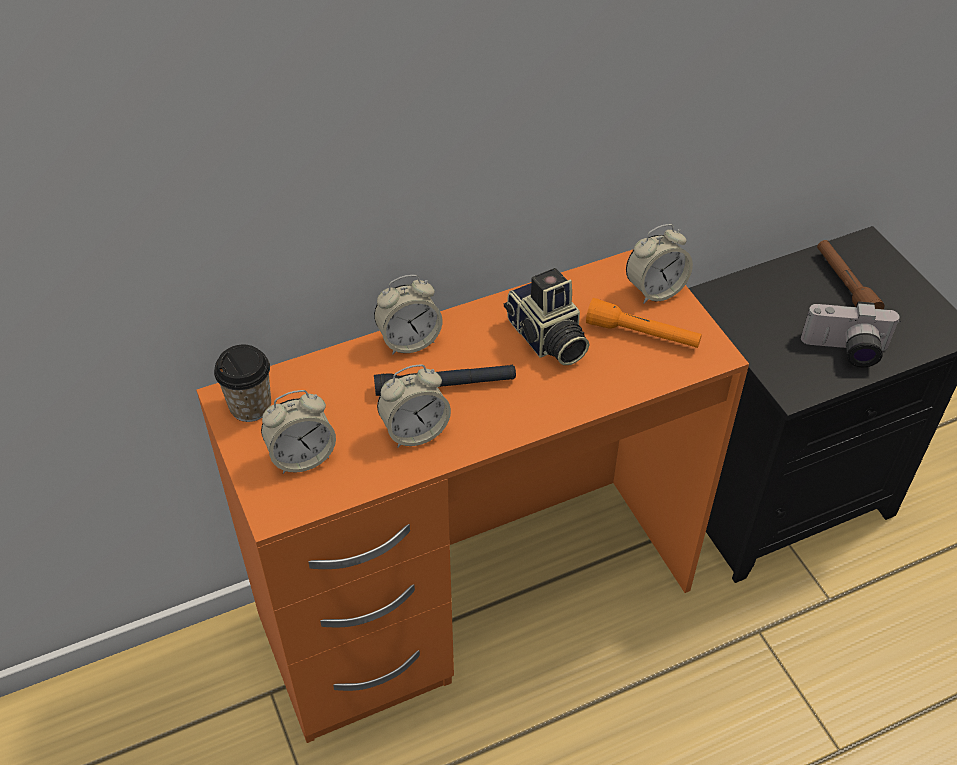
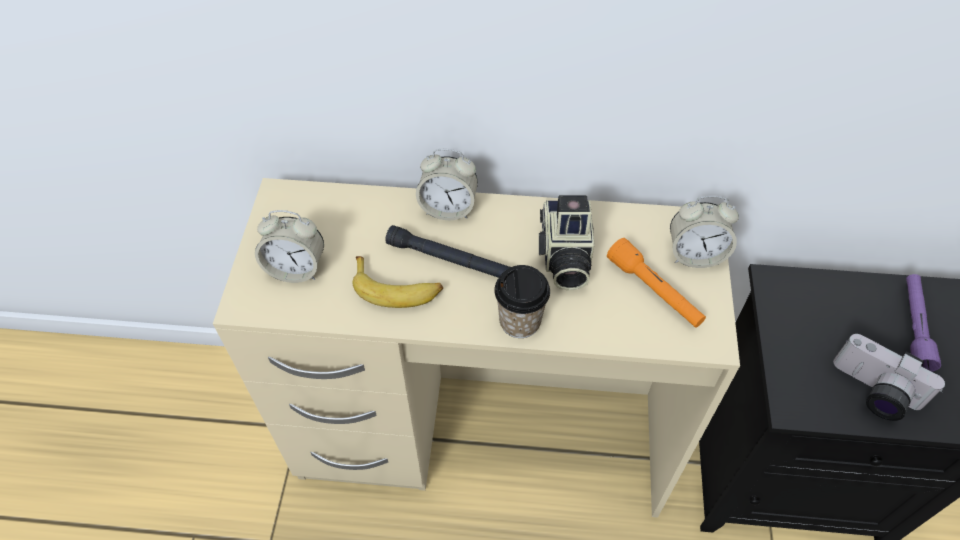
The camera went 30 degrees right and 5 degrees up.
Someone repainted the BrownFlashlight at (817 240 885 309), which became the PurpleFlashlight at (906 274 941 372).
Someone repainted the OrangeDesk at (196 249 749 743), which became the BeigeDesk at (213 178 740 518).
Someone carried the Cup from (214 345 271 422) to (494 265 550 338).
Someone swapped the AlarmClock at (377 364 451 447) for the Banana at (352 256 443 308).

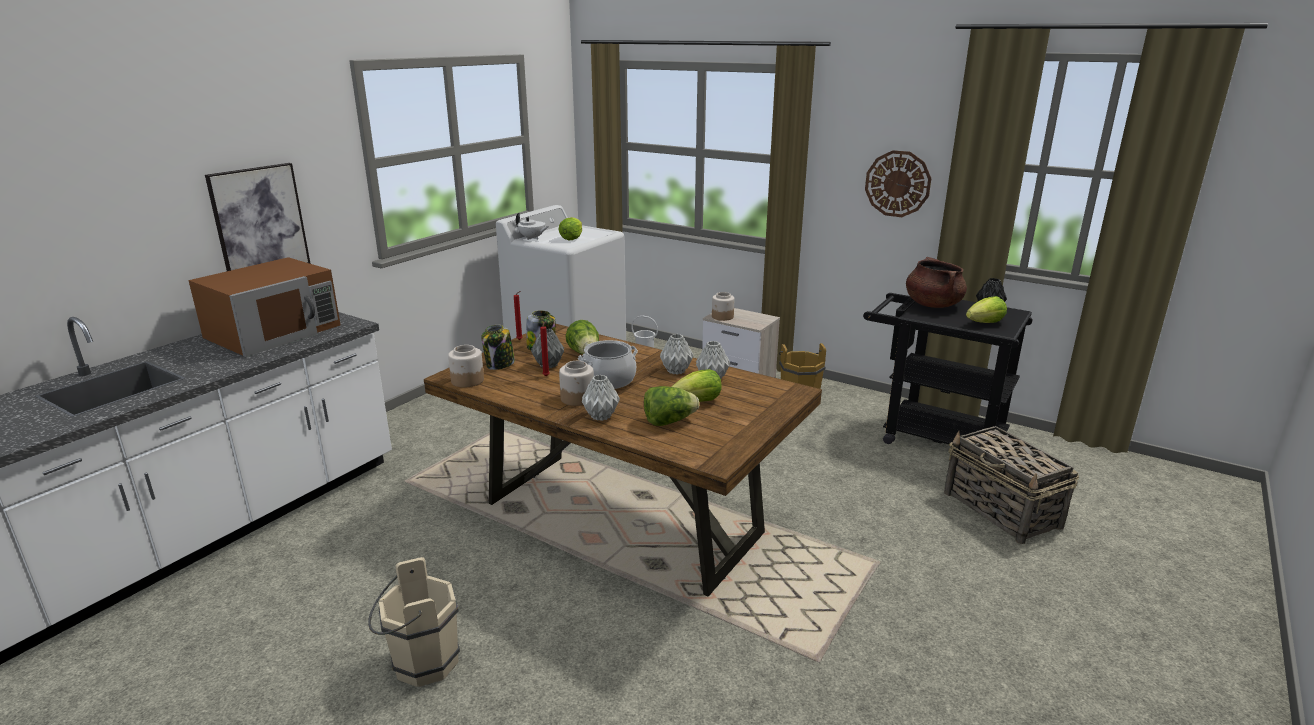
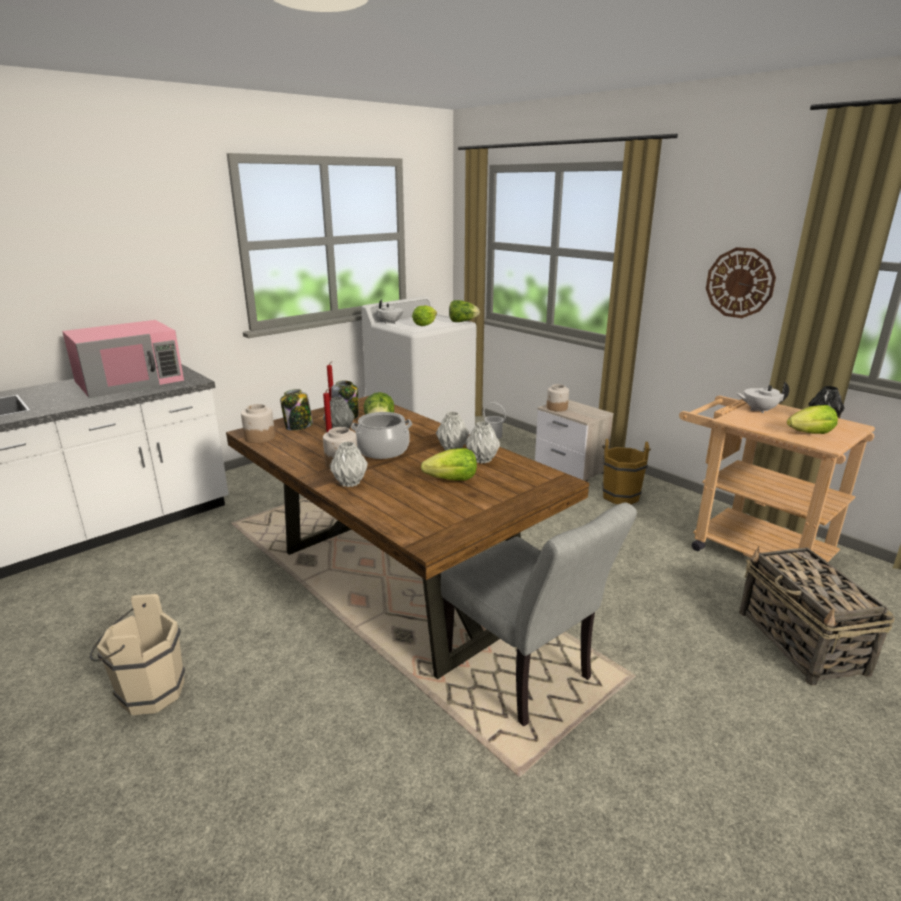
The camera went 15 degrees right and 0 degrees up.
Someone took away the Picture at (205 163 310 271).
Someone repainted the BrownMicrowave at (188 257 341 357), which became the PinkMicrowave at (62 320 184 398).
Someone swapped the BrownCookingPot at (906 257 967 308) for the WhiteTeapot at (736 381 789 413).
Someone repainted the BlackCart at (863 293 1032 449), which became the BeigeCart at (679 396 875 576).
Someone carried the Lettuce from (644 386 699 426) to (449 300 480 322).
Someone put down the GreyChair at (441 502 637 726).

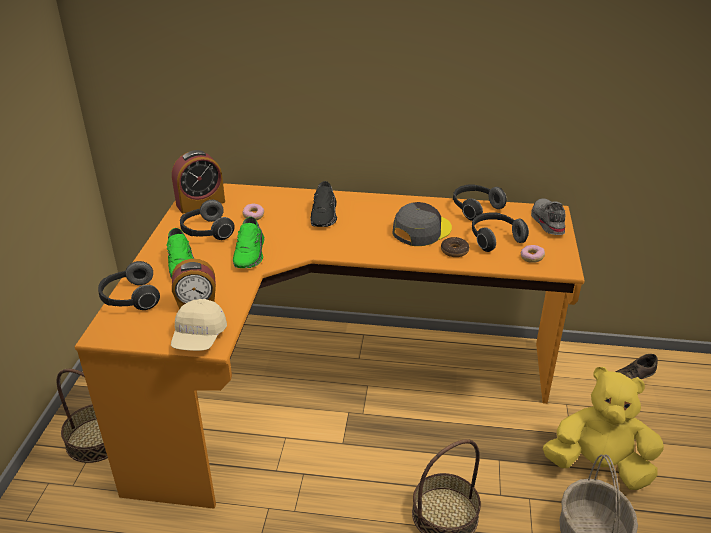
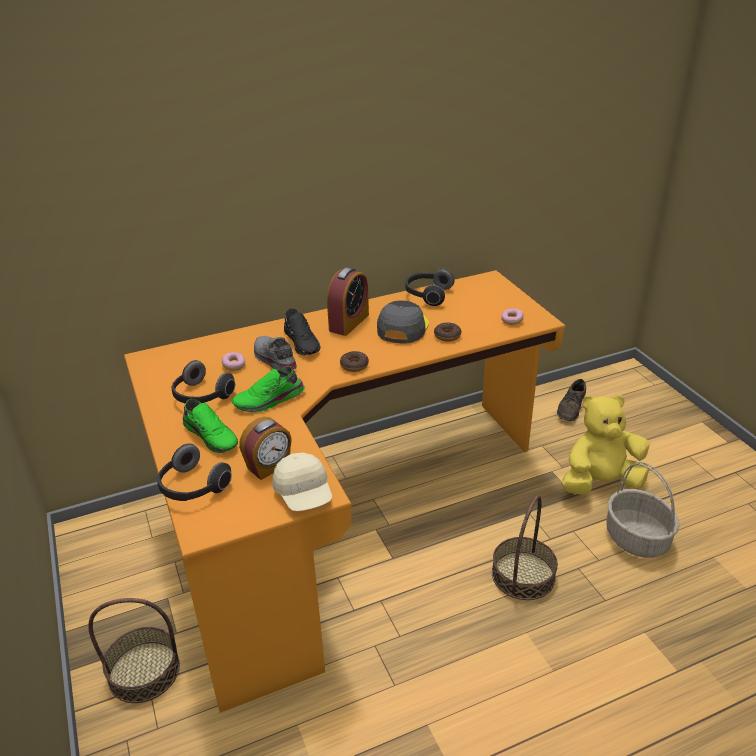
The camera went 30 degrees left and 0 degrees up.
Someone carried the AlarmClock from (172 150 225 214) to (327 267 369 336).
Someone carried the GreyShoe from (531 198 566 235) to (254 336 297 370).
Someone took away the Headphones at (472 212 529 252).
Someone rotated the GreenShoe at (233 217 264 268) by 90 degrees clockwise.
Someone put down the Donut at (340 351 369 372).

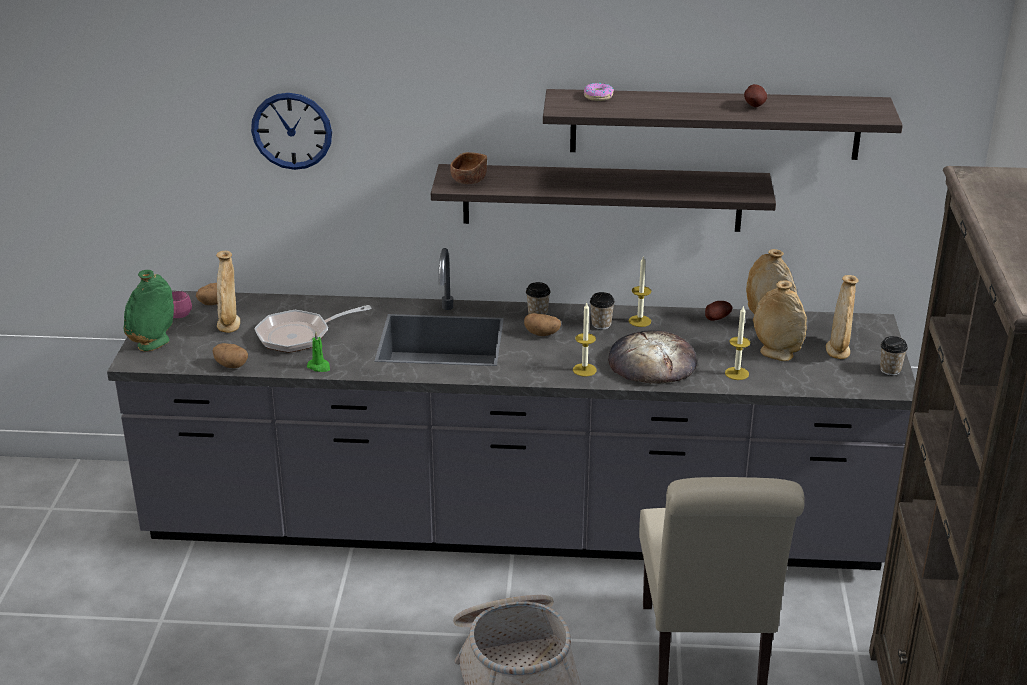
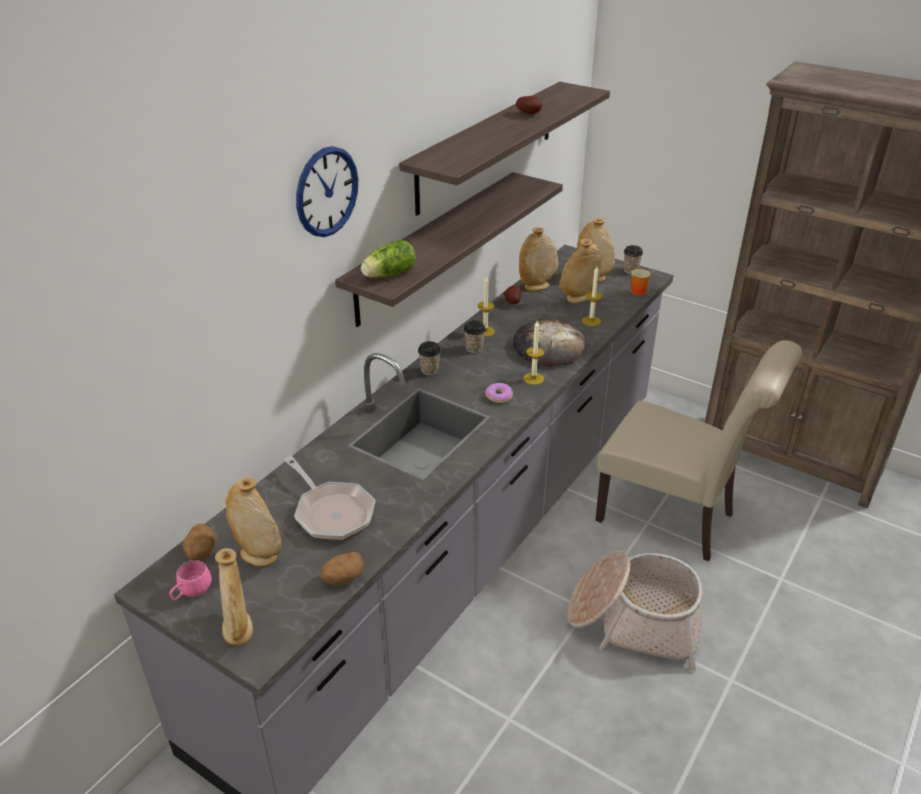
The camera went 60 degrees left and 5 degrees up.
Someone carried the Donut from (584 83 614 101) to (485 383 513 403).
Someone carried the WallClock from (251 93 332 170) to (296 146 358 237).
Someone swapped the BrownBowl at (450 152 487 184) for the Lettuce at (361 240 416 278).
Someone repainted the GreenVase at (123 270 174 352), which became the BeigeVase at (215 548 253 645).
Someone rotated the FryingPan at (254 305 372 353) by 45 degrees counterclockwise.
Someone took away the Potato at (524 313 561 336).
Someone took away the GreenCandle at (307 332 330 372).
Someone put down the Mug at (631 269 651 296).

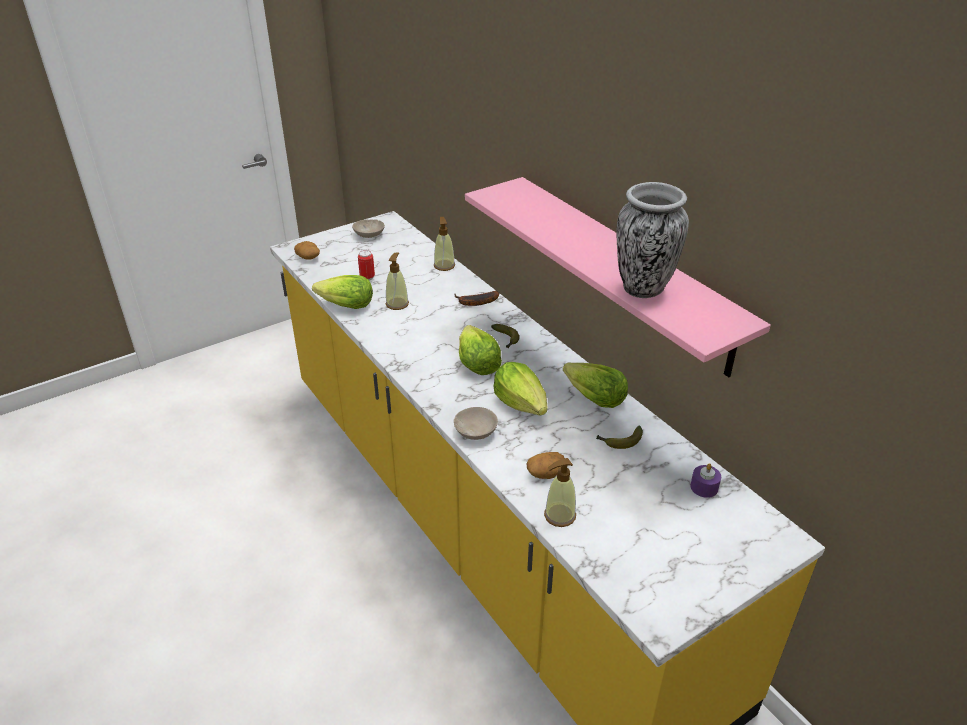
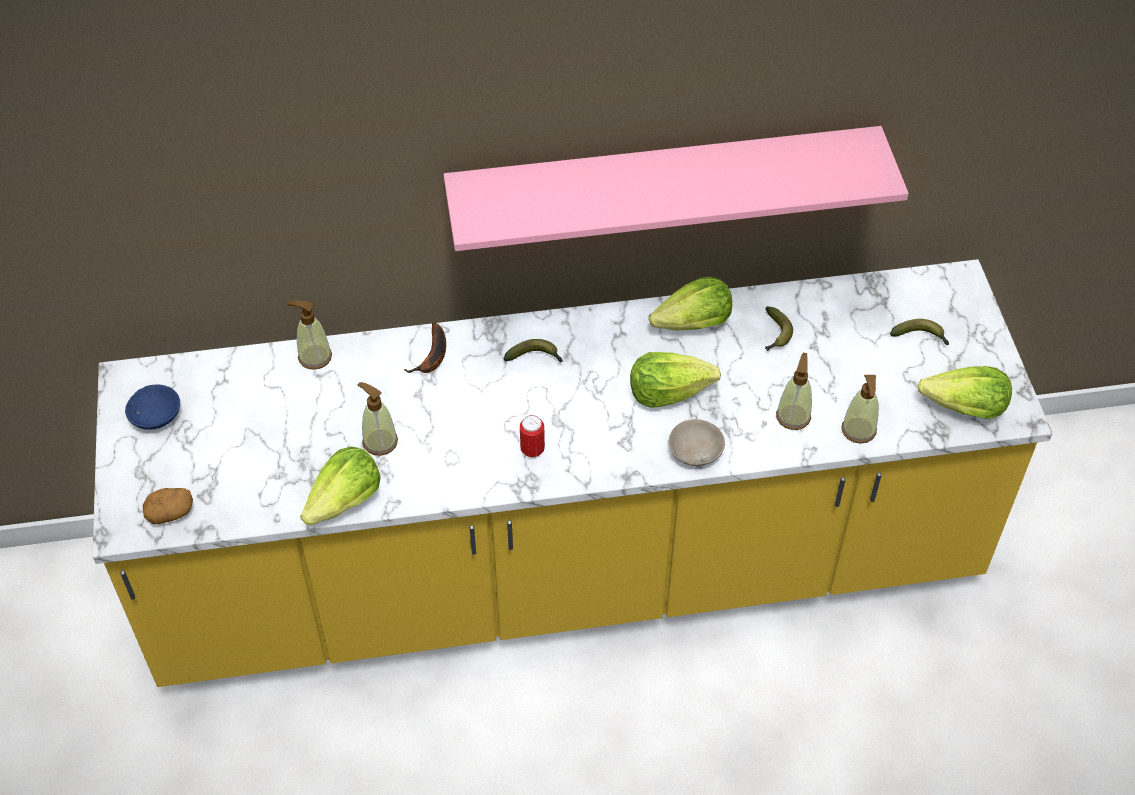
The camera went 65 degrees left and 15 degrees up.
Someone took away the Vase at (617 182 689 298).
Someone repainted the BeigeBowl at (352 219 385 238), which became the BlueBowl at (125 385 180 430).
Someone carried the Can from (358 250 375 281) to (520 415 545 458).
Someone carried the Lettuce from (459 325 502 375) to (918 366 1012 419).
Someone swapped the Potato at (527 452 564 479) for the SoapDispenser at (776 353 812 430).
Someone took away the PurpleCandle at (690 463 721 498).
Someone put down the Banana at (890 319 949 345).

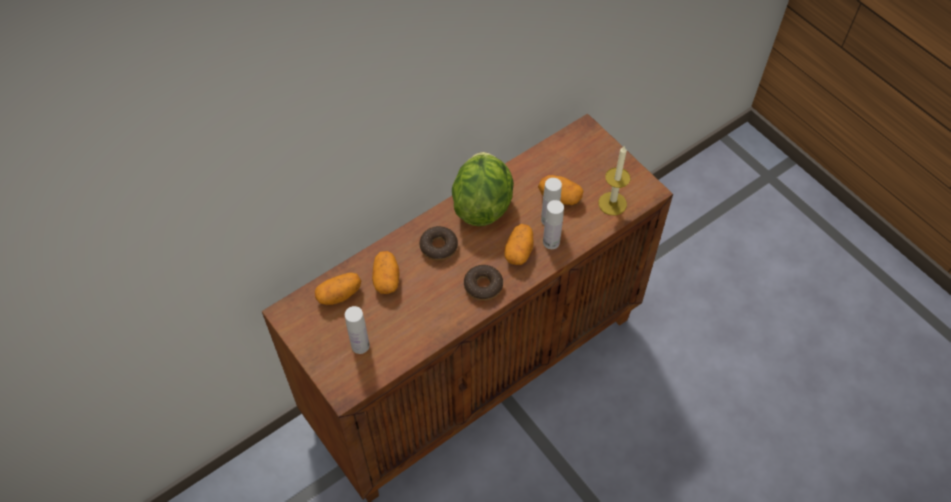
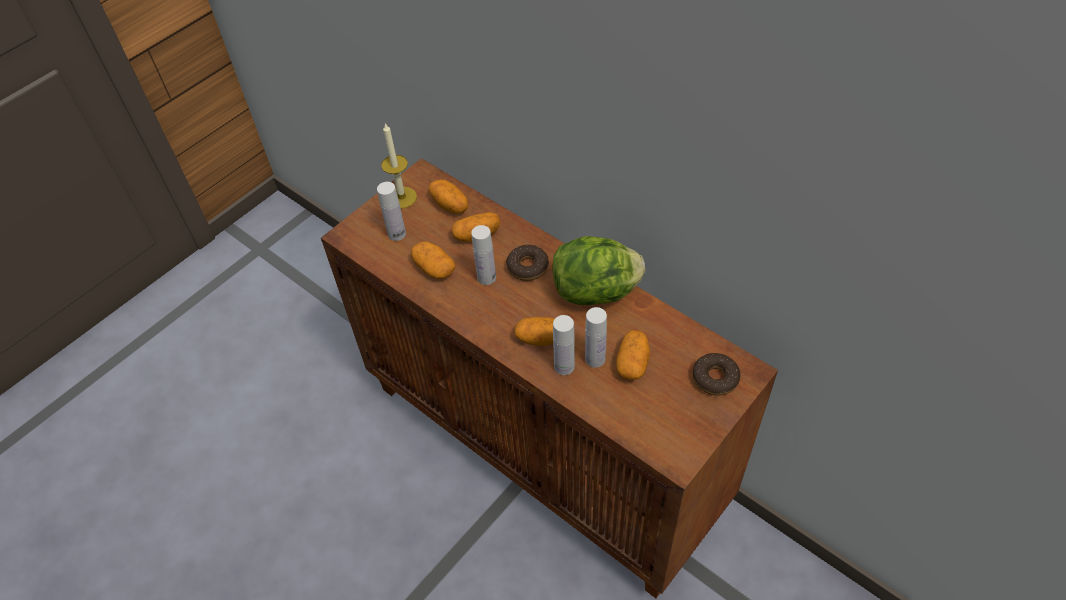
The camera went 80 degrees right and 5 degrees down.
Someone carried the Candle from (598 146 630 215) to (381 123 417 209).
Someone carried the Donut from (464 265 503 301) to (693 353 740 396).
Someone put down the WhiteBottle at (471 225 496 285).
Someone put down the Potato at (411 241 455 279).

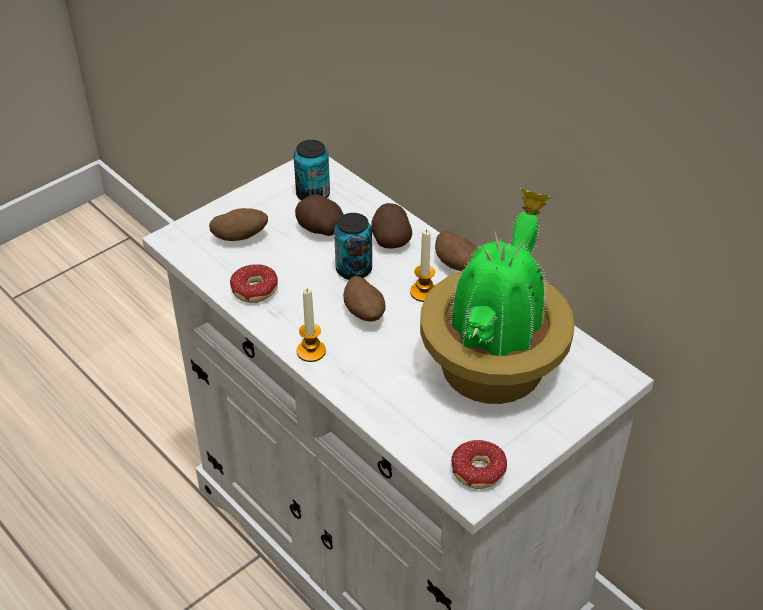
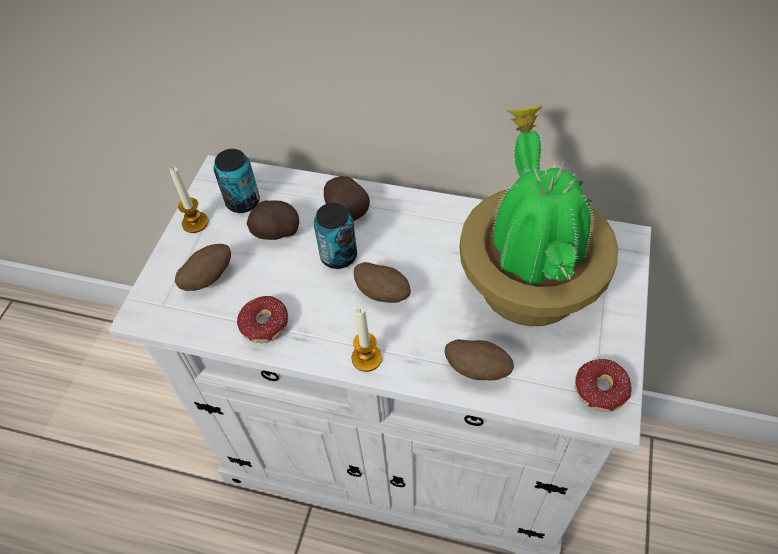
The camera went 30 degrees left and 10 degrees up.
Someone carried the Candle from (410 230 435 302) to (169 167 209 233).
Someone carried the Potato from (435 231 477 271) to (445 339 514 380).

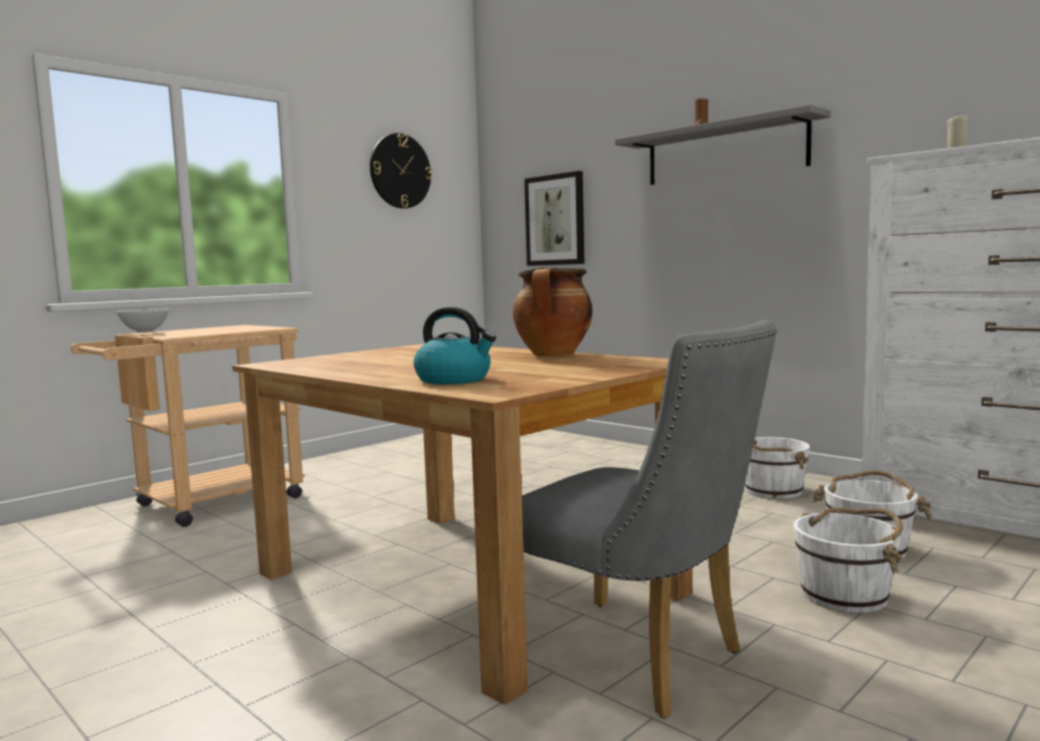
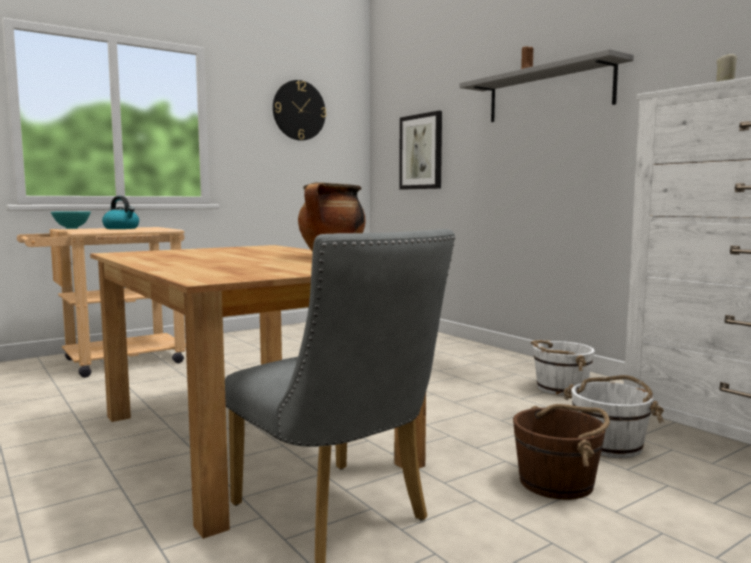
The camera went 10 degrees right and 0 degrees up.
Someone carried the Kettle from (414 307 496 384) to (102 196 139 229).
Someone repainted the WhiteBowl at (117 309 169 333), which became the TurquoiseBowl at (51 211 91 229).
Someone repainted the WhiteBucket at (793 508 903 613), which became the BrownBucket at (513 404 610 500).

